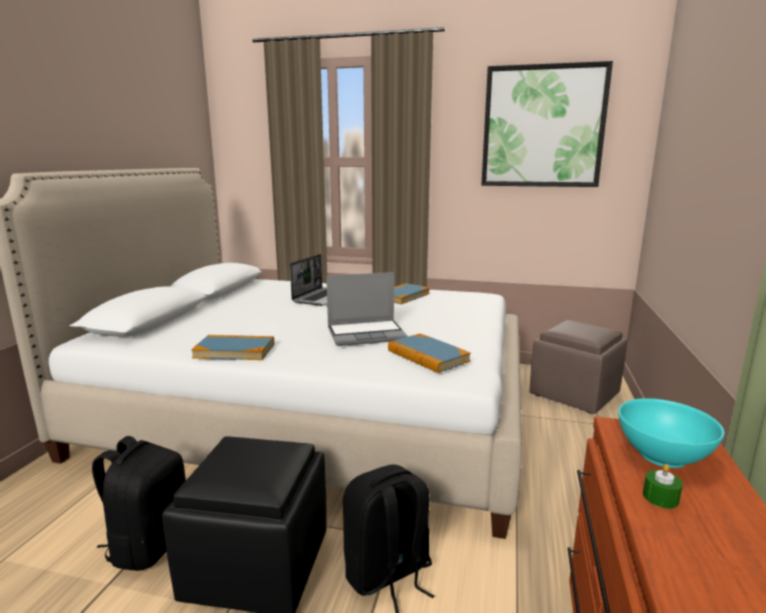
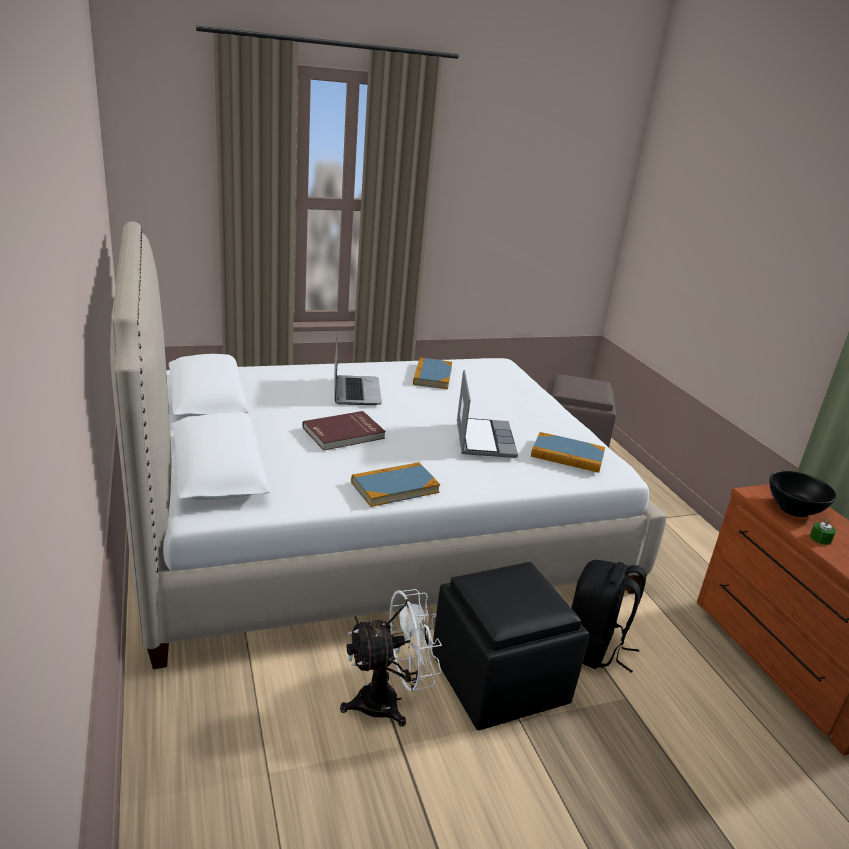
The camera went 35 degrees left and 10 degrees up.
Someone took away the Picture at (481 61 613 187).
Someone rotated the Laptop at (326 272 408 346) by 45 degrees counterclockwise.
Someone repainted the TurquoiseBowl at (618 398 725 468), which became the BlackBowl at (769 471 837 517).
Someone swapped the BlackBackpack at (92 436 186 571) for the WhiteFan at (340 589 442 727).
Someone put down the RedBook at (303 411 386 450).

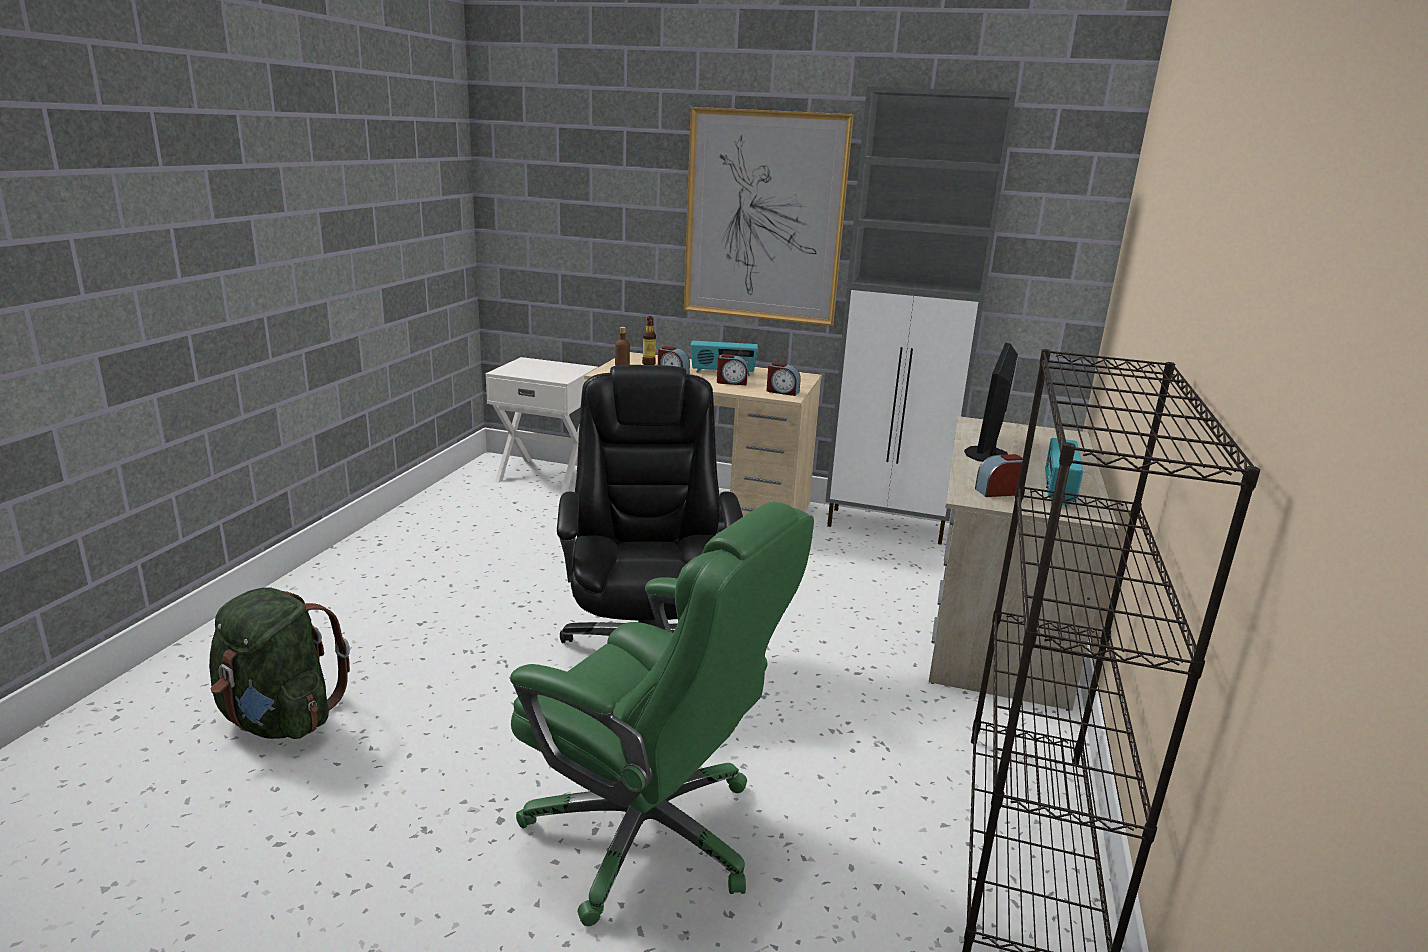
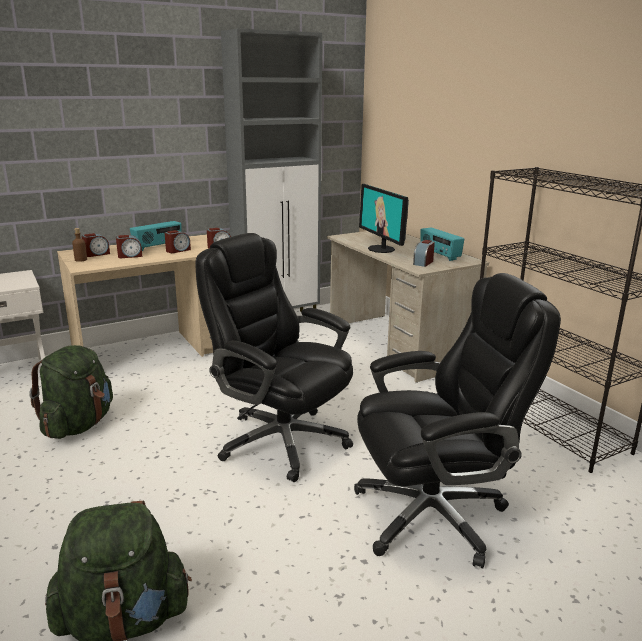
The camera went 45 degrees left and 0 degrees up.
Someone took away the Picture at (684 107 854 326).
Someone swapped the Bottle at (642 316 656 365) for the AlarmClock at (82 233 110 257).
Someone repainted the GreenOfficeChair at (510 502 814 926), which became the BlackOfficeChair at (354 273 561 569).
Someone put down the GreenBackpack at (29 345 113 439).

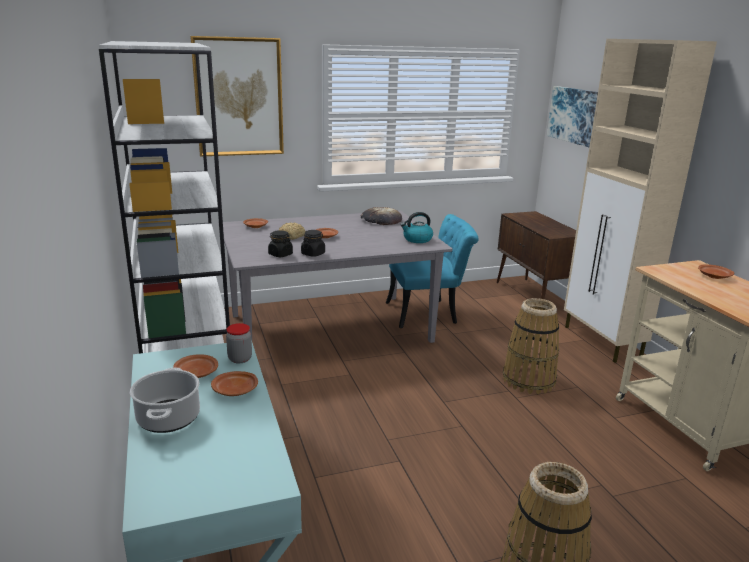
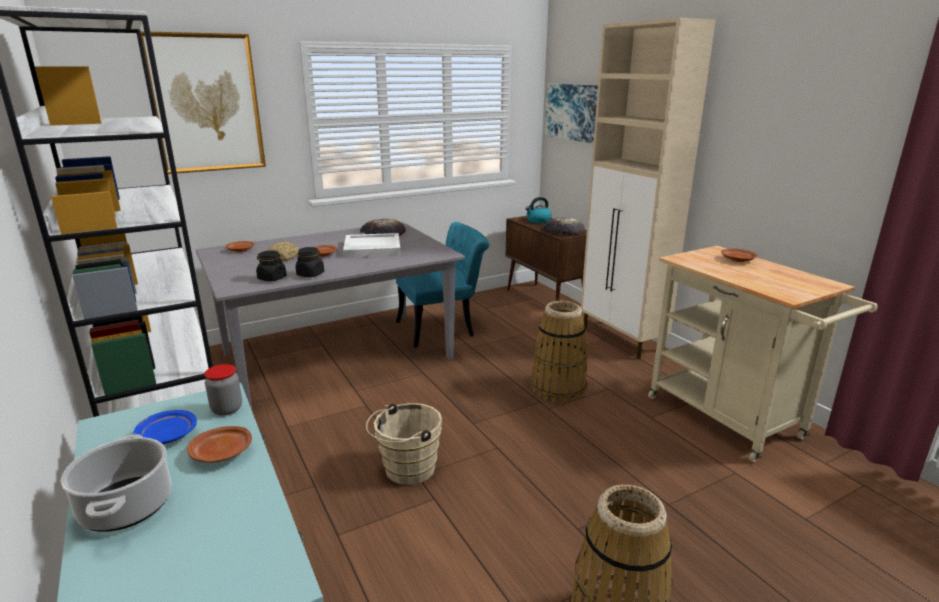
The camera went 10 degrees left and 0 degrees up.
Someone carried the Kettle from (400 212 433 243) to (525 197 552 223).
Someone repainted the BrownPlate at (173 354 218 378), which became the BluePlate at (133 410 197 444).
Someone put down the Bread at (543 218 585 235).
Someone put down the WhiteTray at (343 233 401 258).
Someone put down the BeigeBucket at (366 403 442 485).

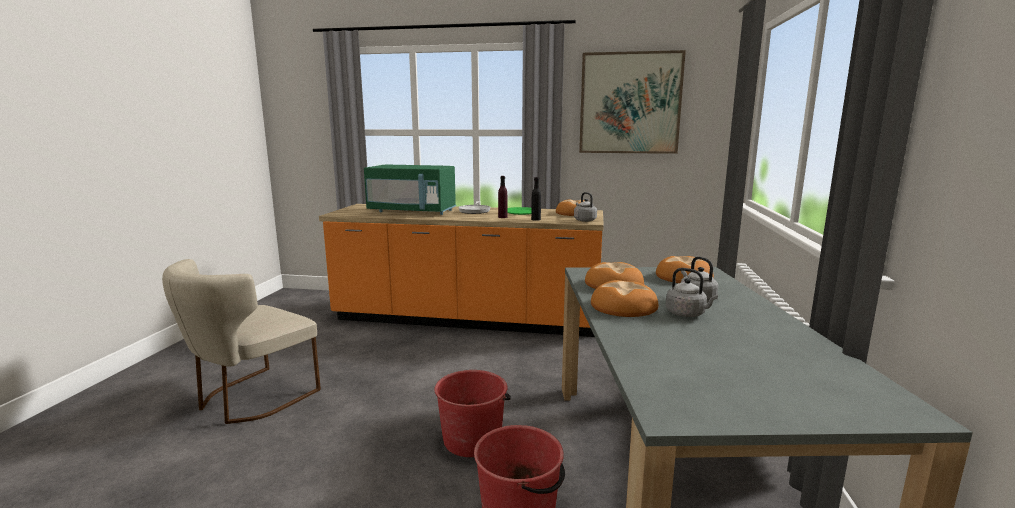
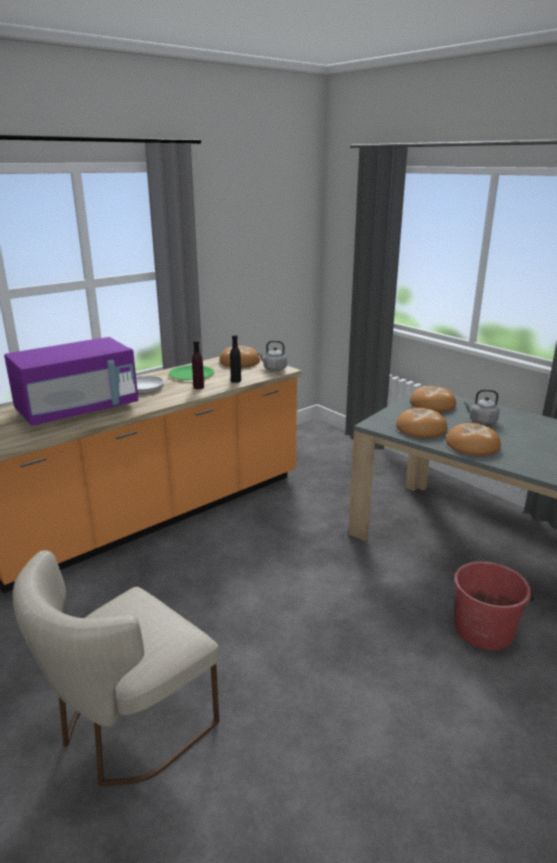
The camera went 50 degrees left and 10 degrees up.
Someone took away the Picture at (579 50 686 154).
Someone repainted the GreenMicrowave at (364 164 456 215), which became the PurpleMicrowave at (4 337 138 426).
Someone rotated the BeigeChair at (162 259 321 424) by 60 degrees clockwise.
Someone took away the GreyKettle at (666 268 718 317).
Someone took away the RedBucket at (434 370 511 457).

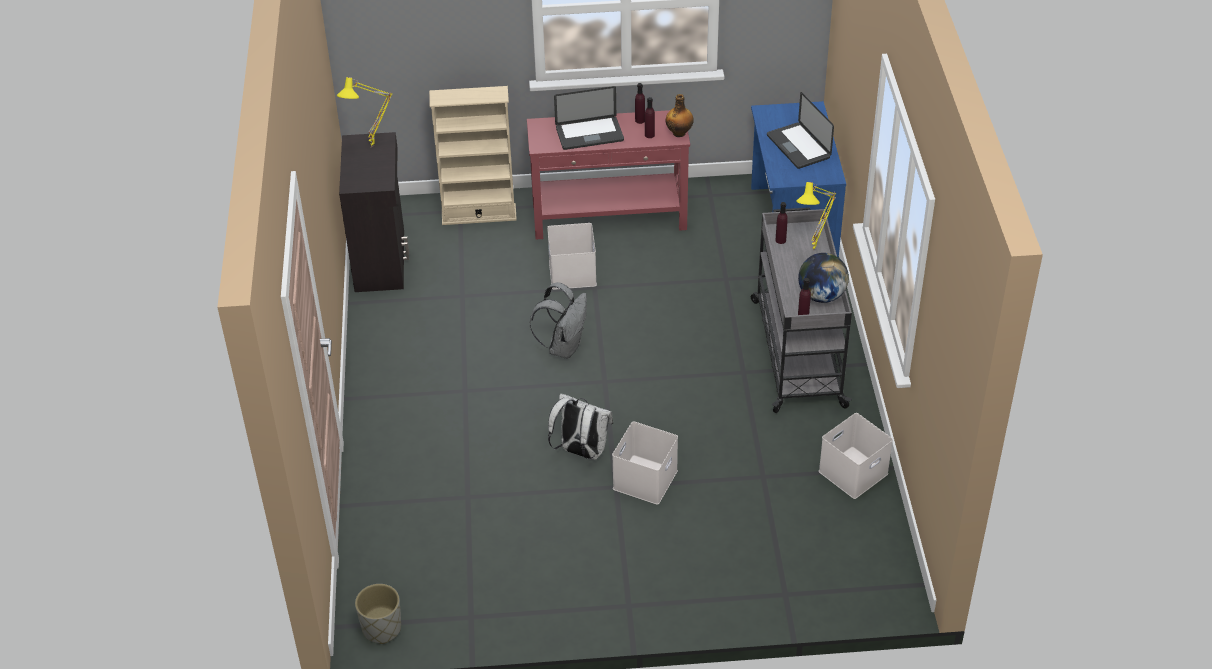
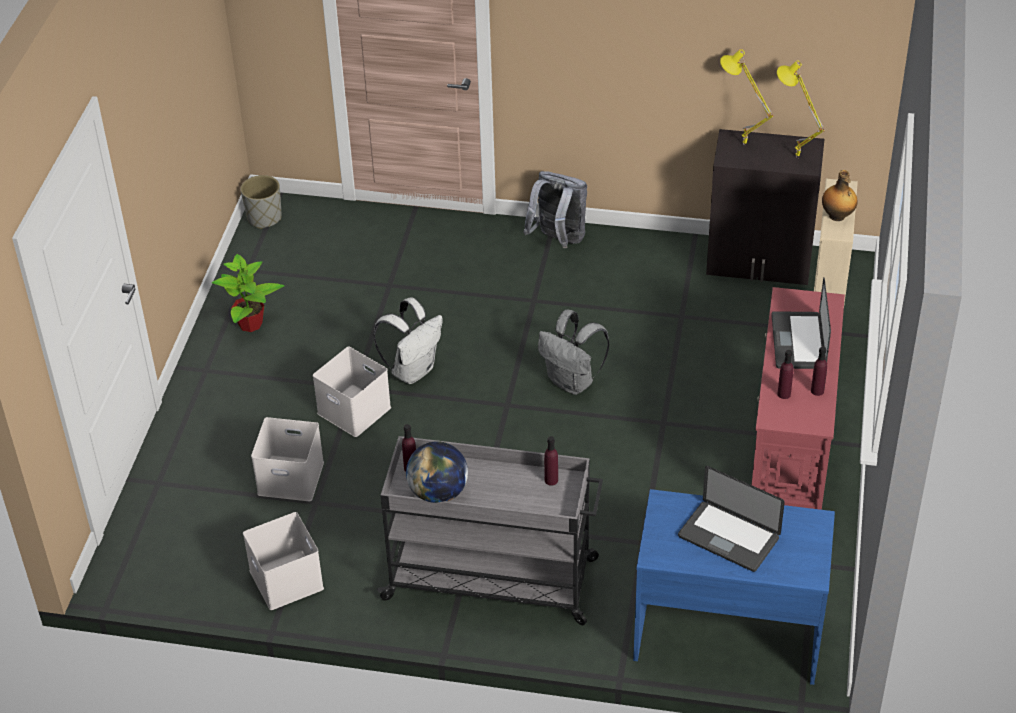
The camera went 105 degrees right and 0 degrees up.
Someone rotated the Laptop at (767 92 834 169) by 135 degrees counterclockwise.
Someone carried the Bottle from (666 94 694 137) to (822 170 858 221).
Someone carried the YellowTableLamp from (796 182 836 251) to (720 49 774 146).
Someone carried the WhiteStorageBox from (547 223 597 290) to (251 417 324 501).
Someone put down the GreyBackpack at (523 171 587 248).
Someone put down the PottedPlant at (212 254 284 332).

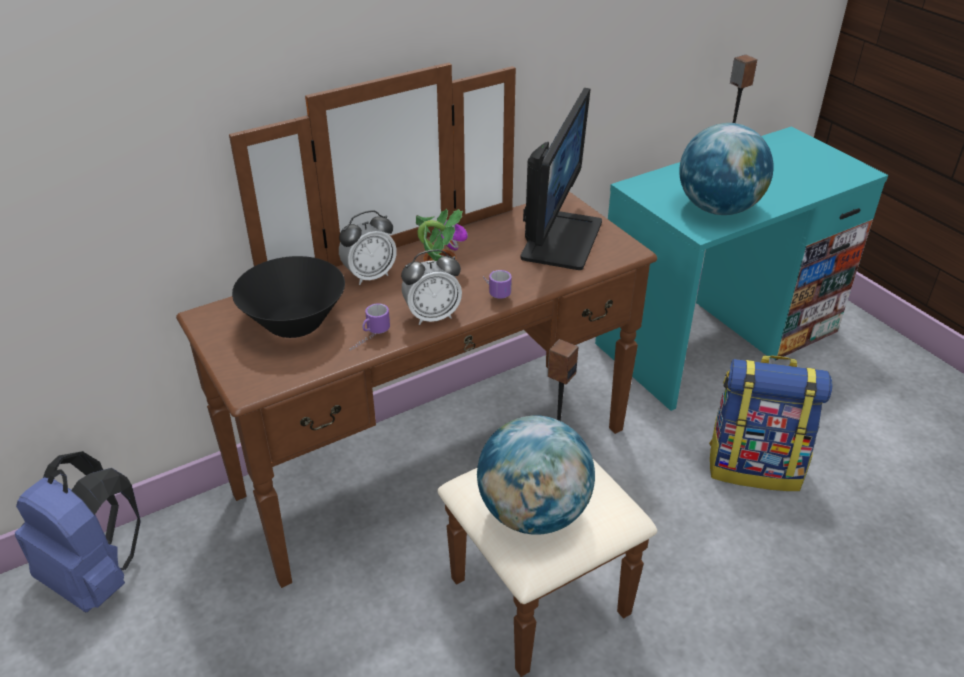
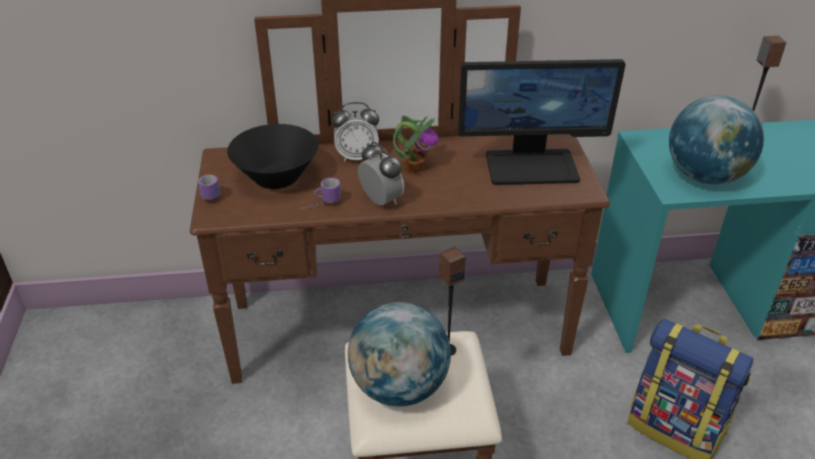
The camera went 25 degrees right and 0 degrees up.
Someone rotated the Monitor at (521 88 602 270) by 45 degrees clockwise.
Someone rotated the AlarmClock at (401 250 462 325) by 135 degrees counterclockwise.
Someone carried the Mug from (483 270 512 299) to (198 175 220 200).
Someone took away the BlueBackpack at (15 451 141 612).

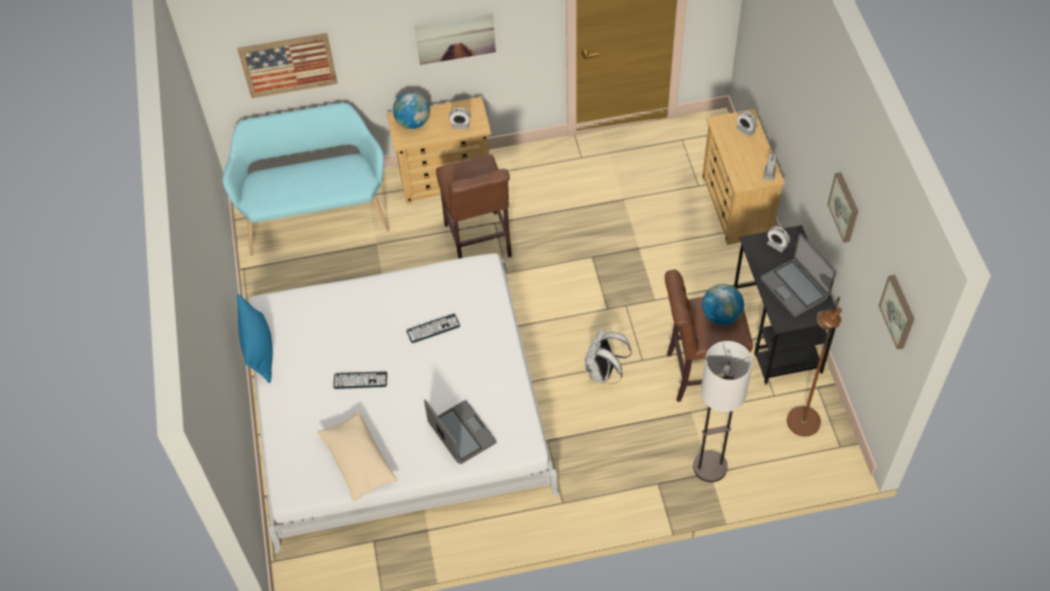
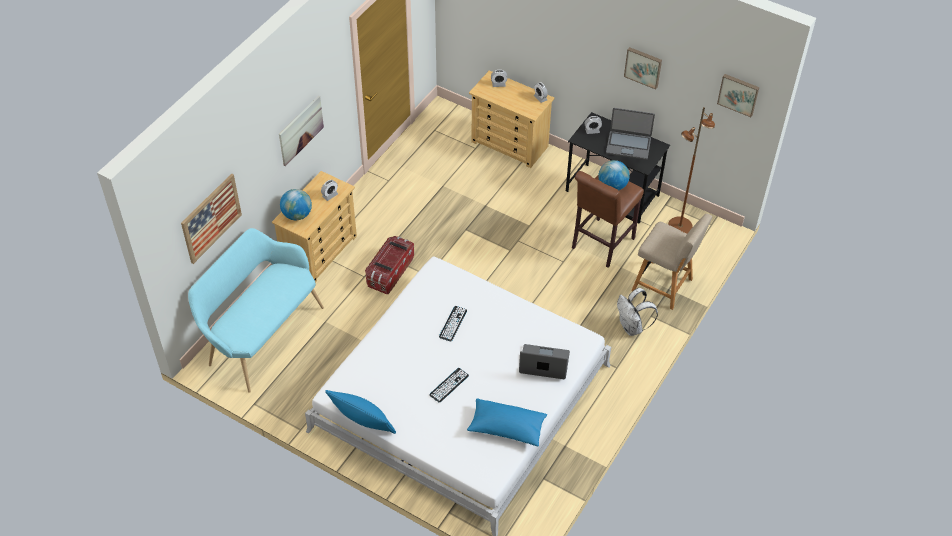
The camera went 50 degrees left and 5 degrees down.
Someone swapped the BrownStool at (436 154 512 259) for the StorageBox at (365 236 414 295).
Someone carried the WhiteBackpack from (585 328 631 384) to (617 288 658 336).
Someone swapped the FloorLamp at (693 341 753 482) for the BeigeChair at (631 214 712 310).
Someone repainted the BeigePillow at (317 411 397 501), which became the BluePillow at (467 398 547 446).

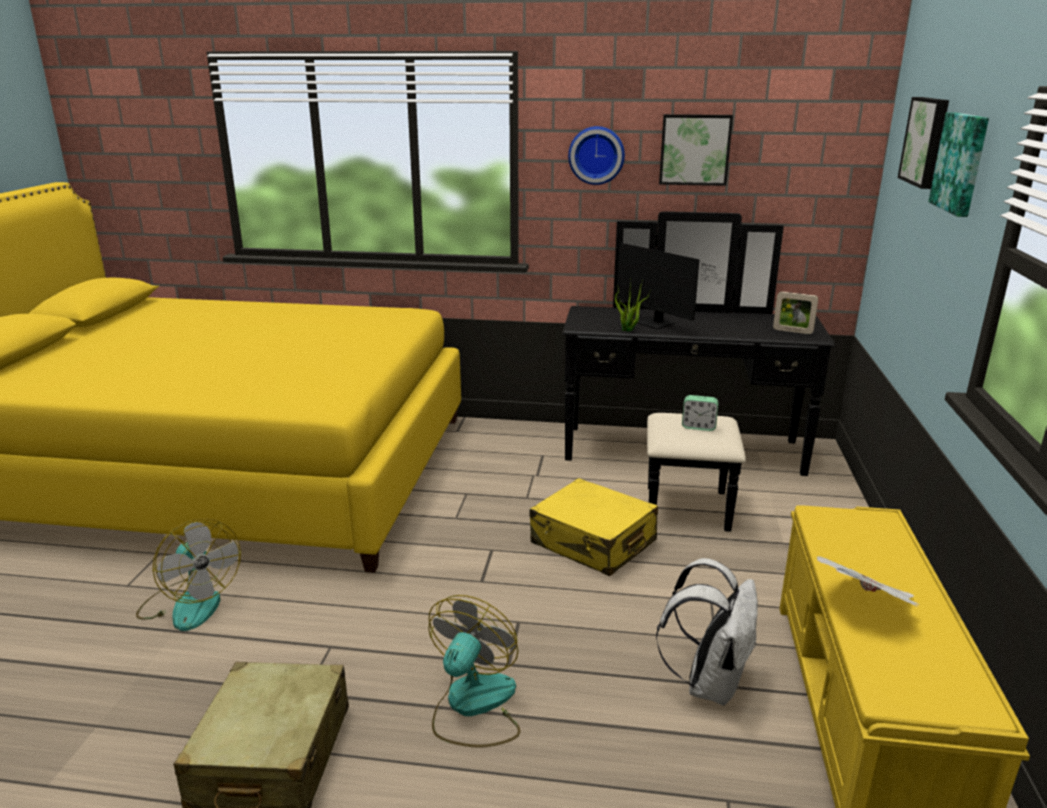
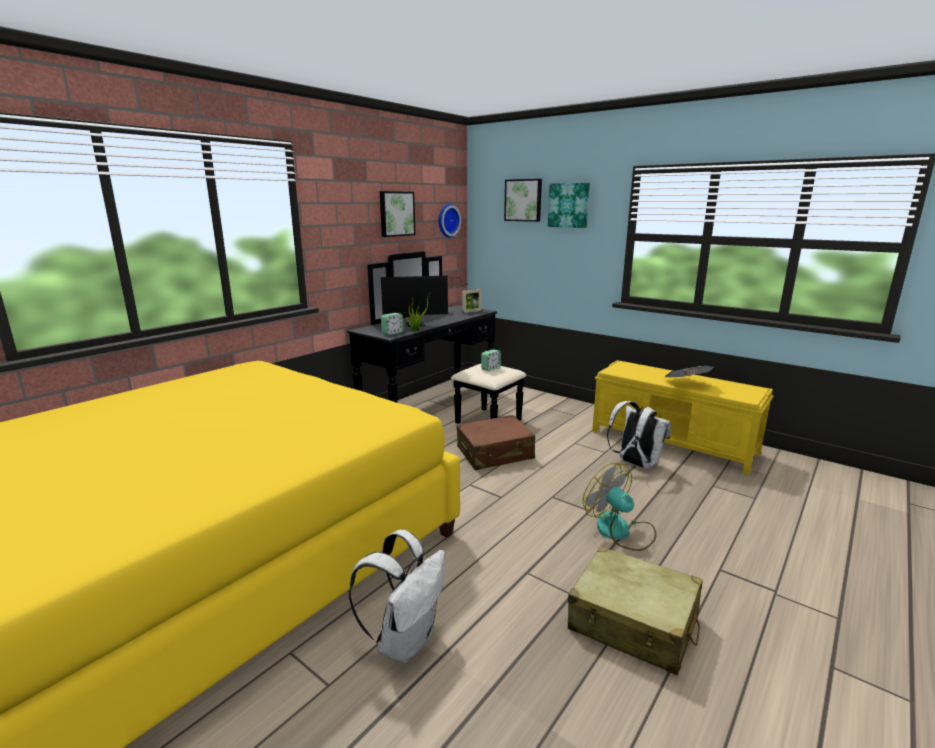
The camera went 60 degrees left and 5 degrees down.
Someone carried the WallClock from (568 126 625 185) to (438 204 461 238).
Someone repainted the YellowSuitcase at (530 478 658 576), which became the BrownSuitcase at (457 415 535 470).
Someone swapped the Fan at (136 518 241 631) for the WhiteBackpack at (349 529 445 663).
Someone put down the AlarmClock at (381 313 404 335).

